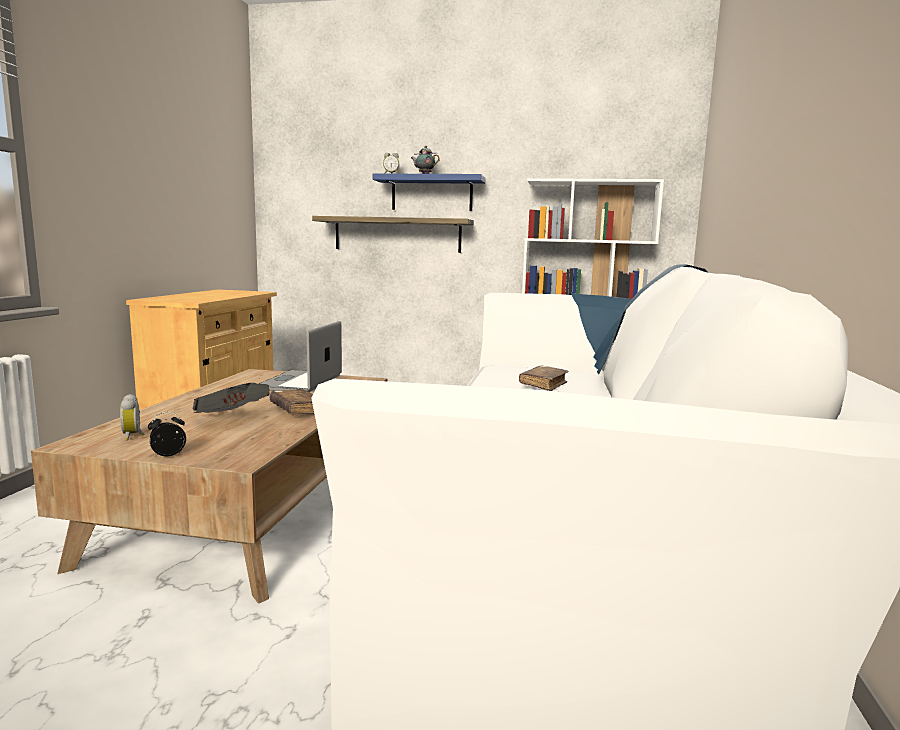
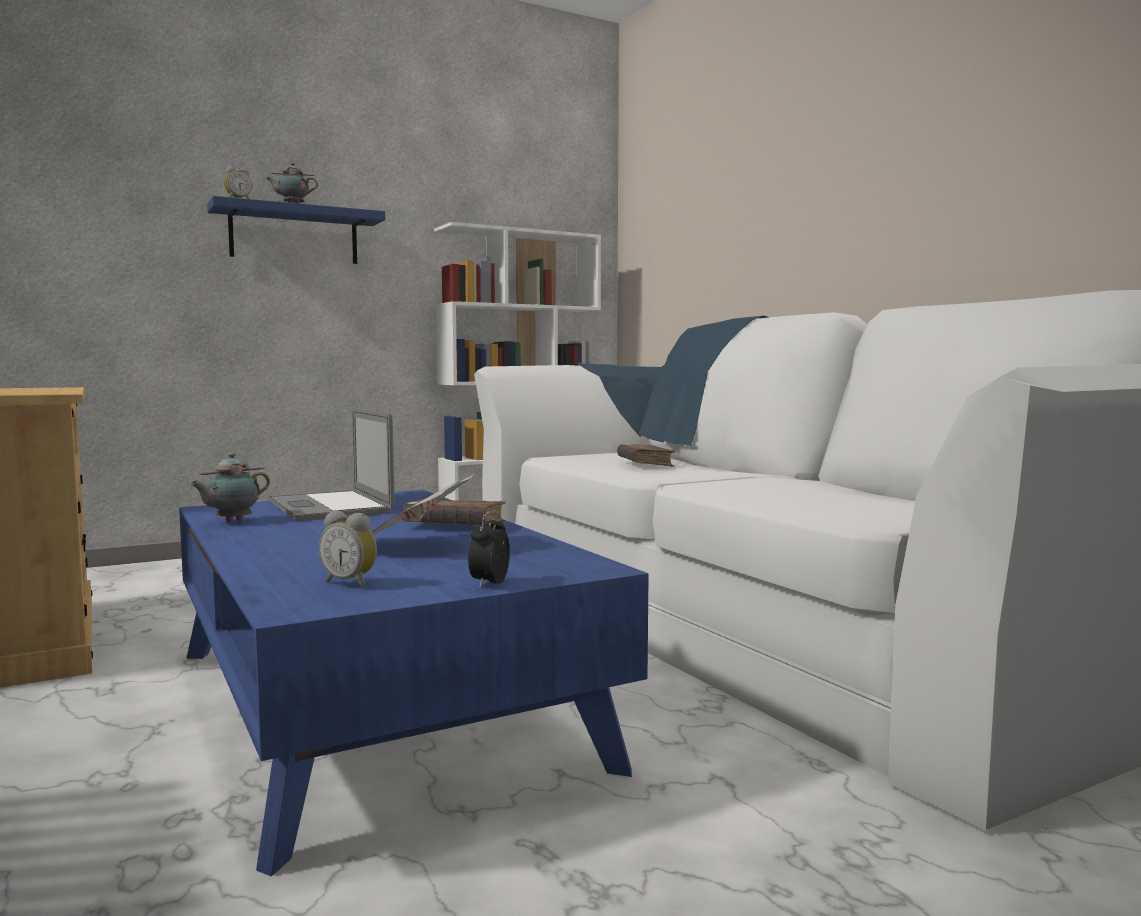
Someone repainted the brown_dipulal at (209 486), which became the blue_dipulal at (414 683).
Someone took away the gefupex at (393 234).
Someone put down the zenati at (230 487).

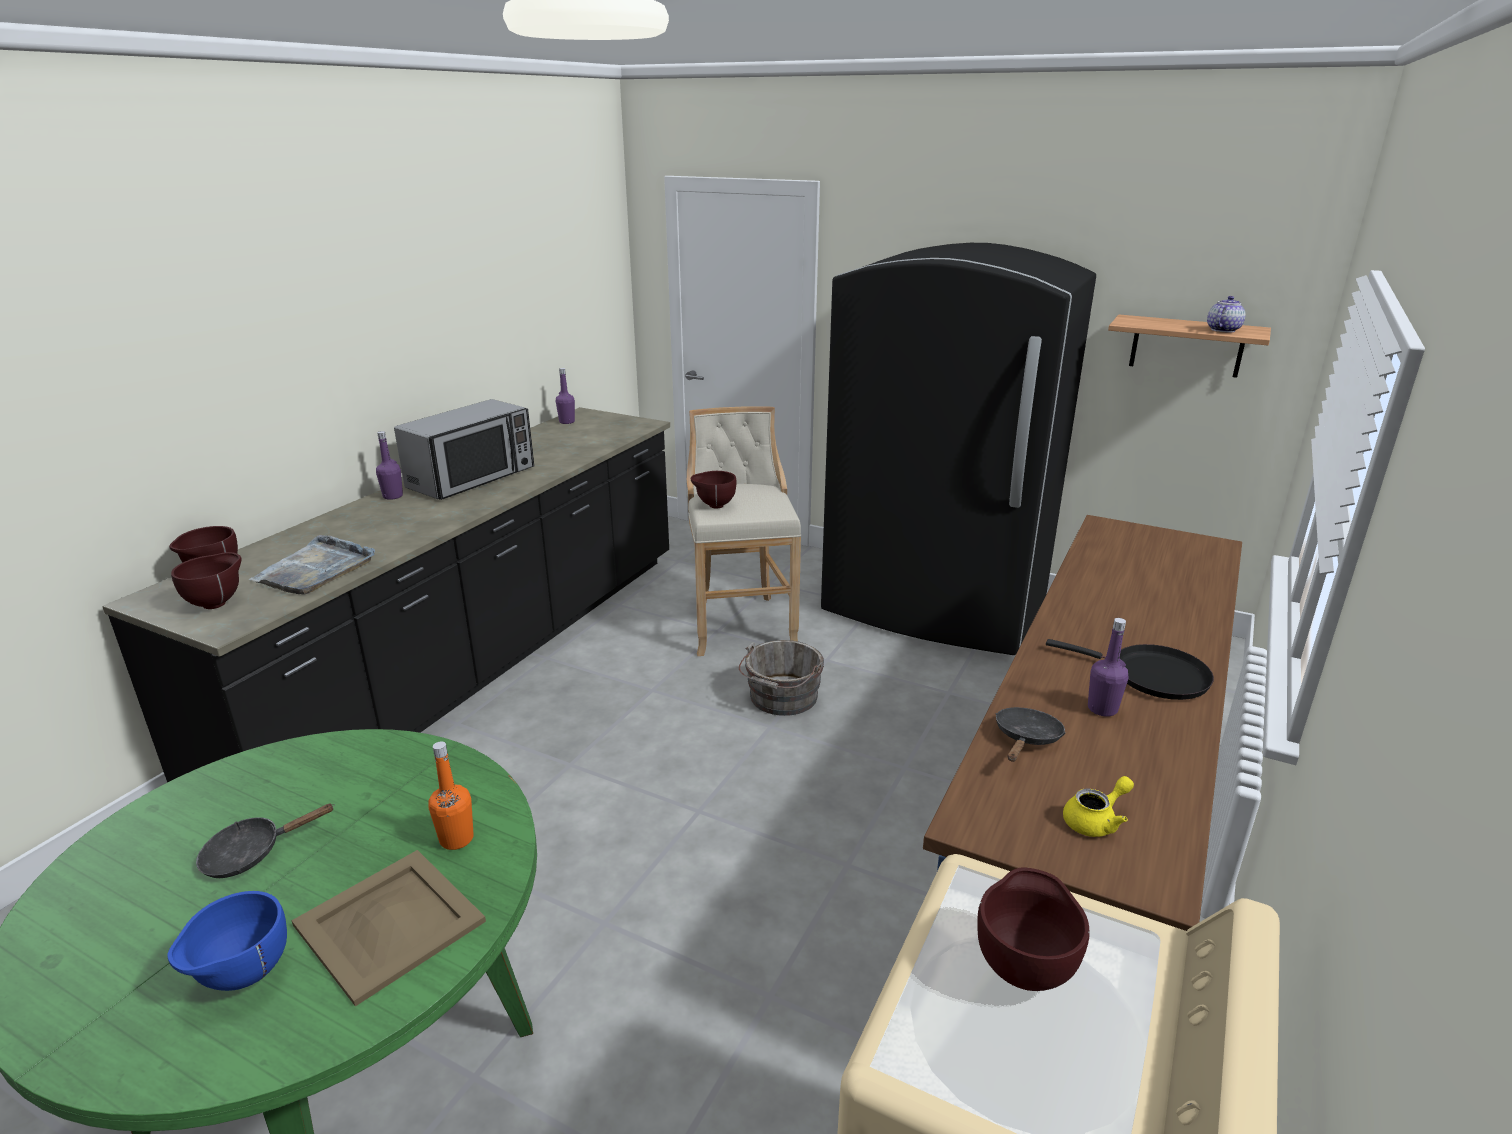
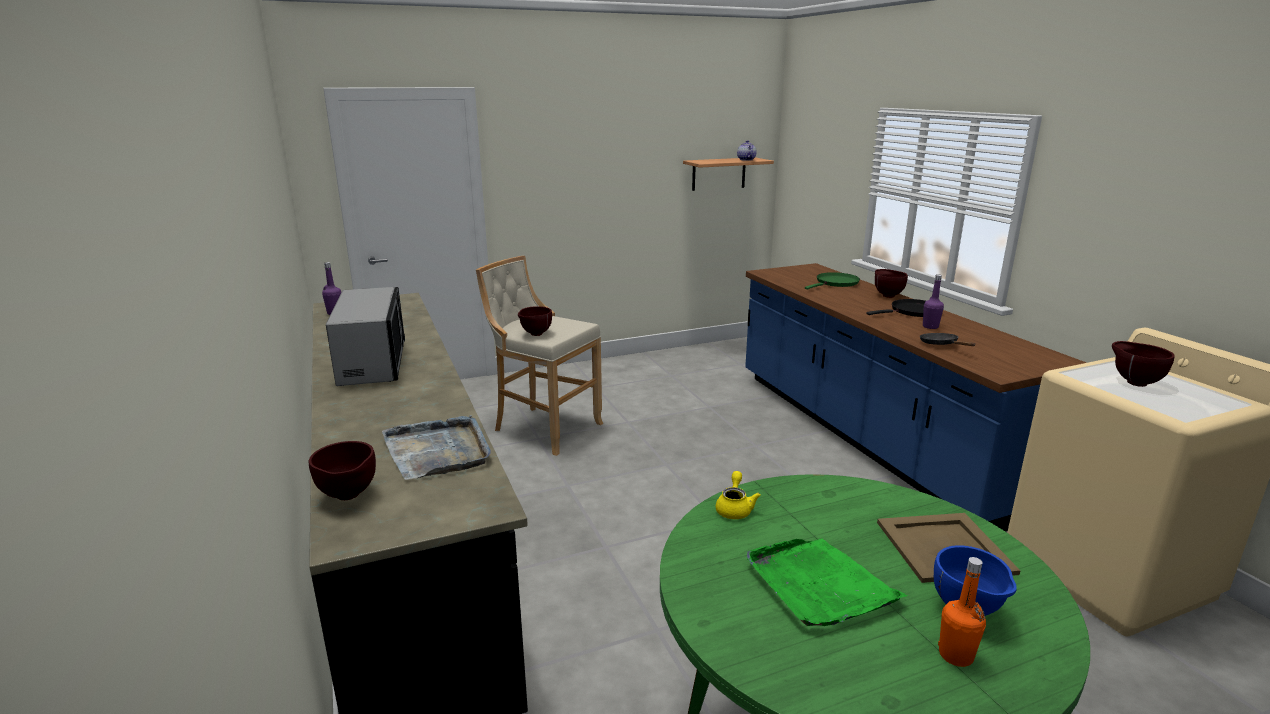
Someone carried the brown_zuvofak from (206 580) to (891 283).
Someone swapped the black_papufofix at (265 840) for the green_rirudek at (827 582).
Someone took away the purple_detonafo at (389 465).
Someone carried the orange_detonafo from (451 796) to (962 612).
Someone took away the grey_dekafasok at (781 678).
Someone took away the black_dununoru at (958 449).
Someone carried the yellow_zenati from (1098 806) to (738 495).
Someone put down the green_papufofix at (832 280).

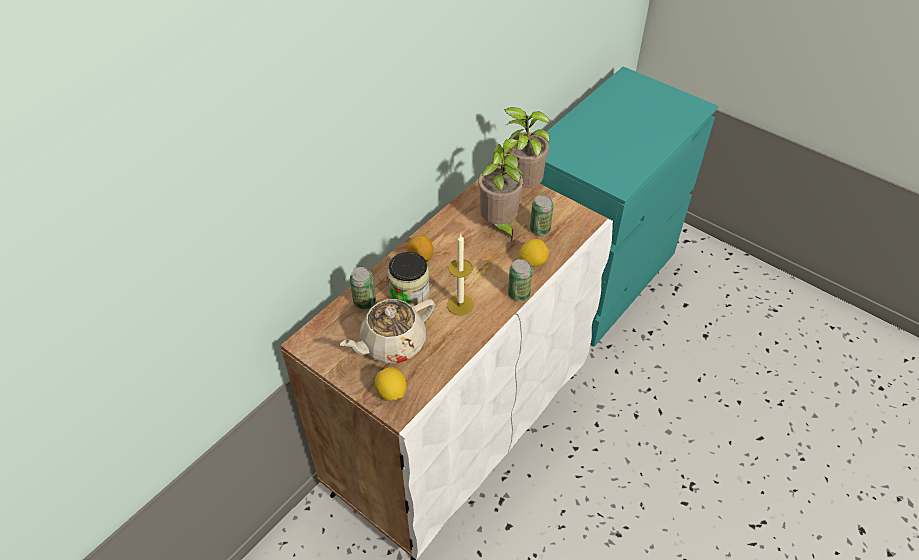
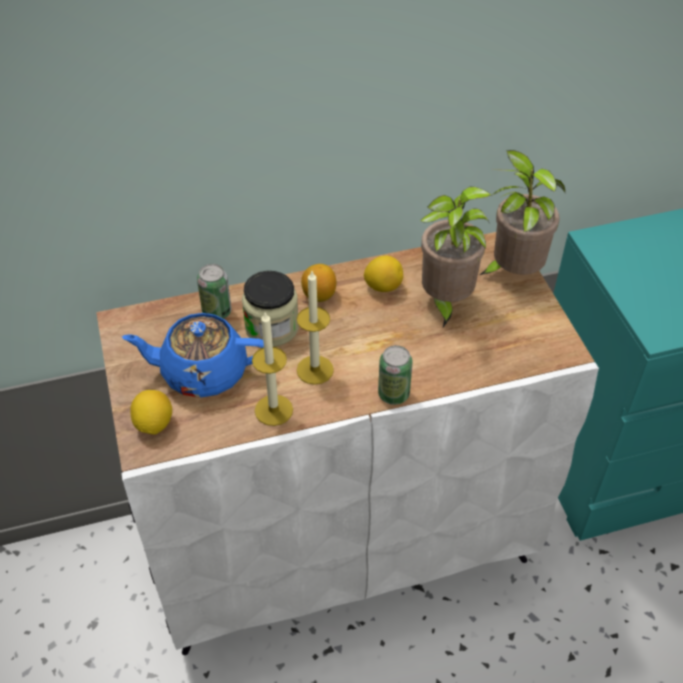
Someone repainted the beige_zenati at (387 331), which became the blue_zenati at (193 355).
Someone carried the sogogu from (534 253) to (383 274).
Someone took away the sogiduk at (541 215).
Someone put down the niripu at (272 368).

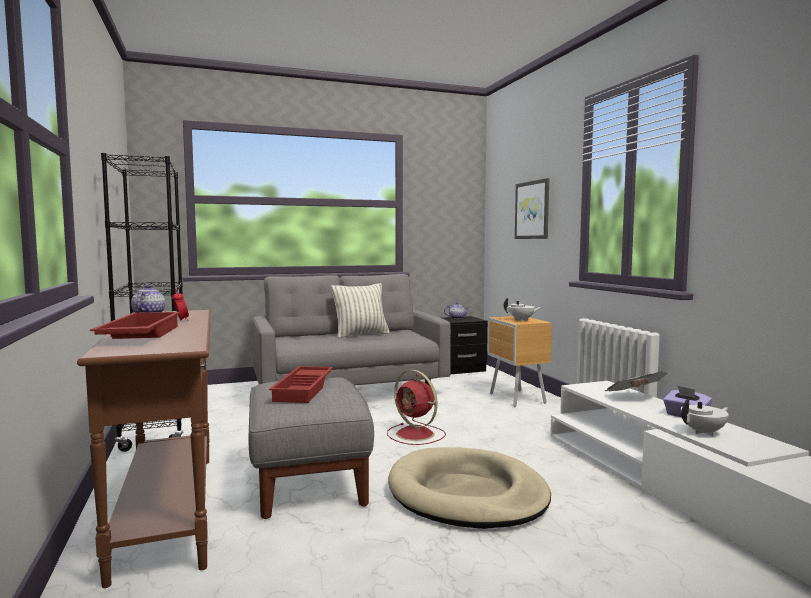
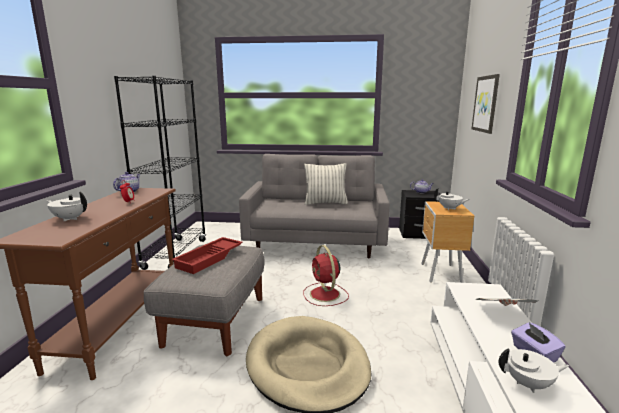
Someone swapped the red_rirudek at (135 325) for the white_zenati at (67 206).

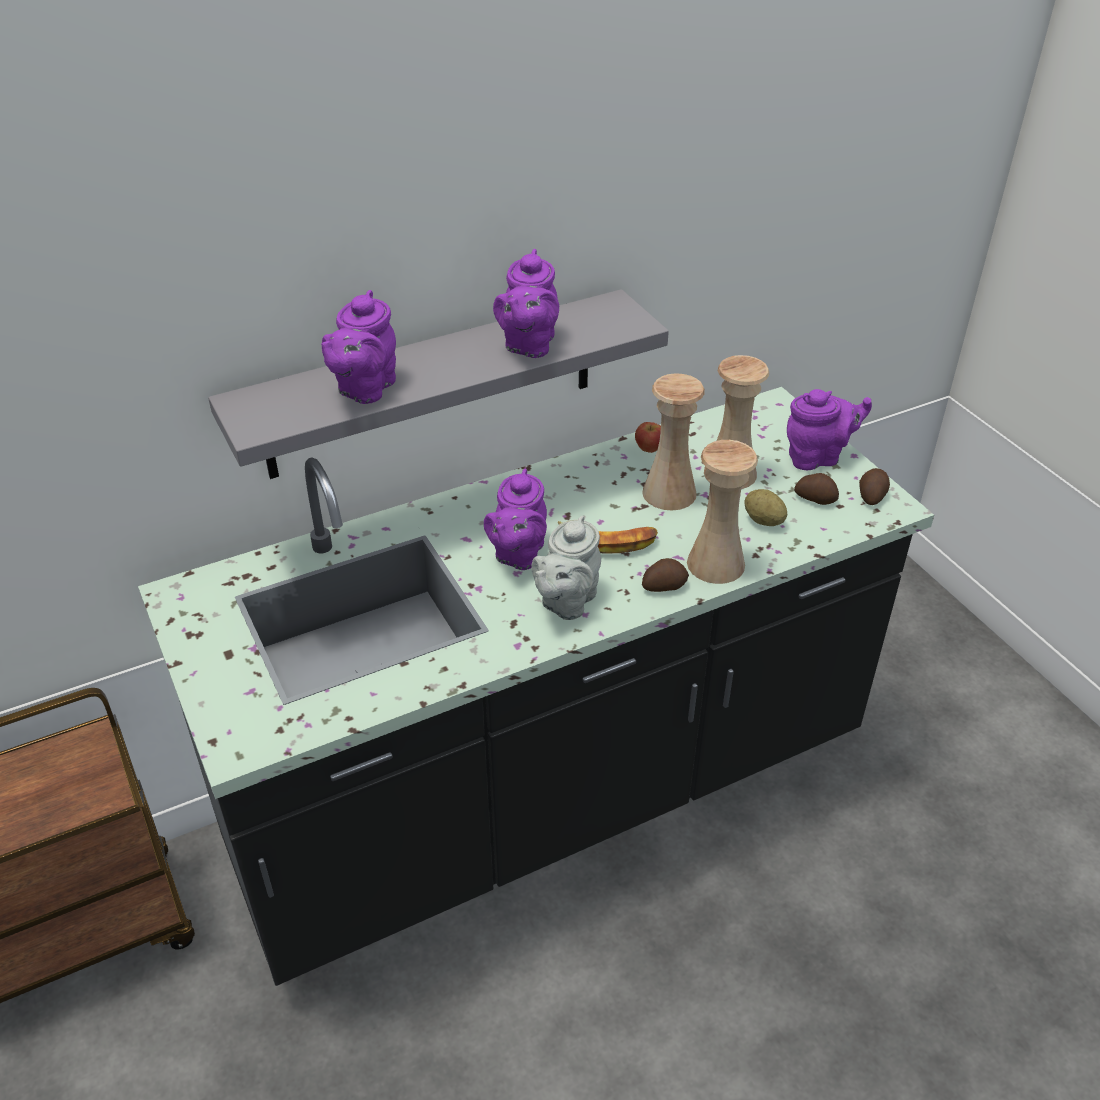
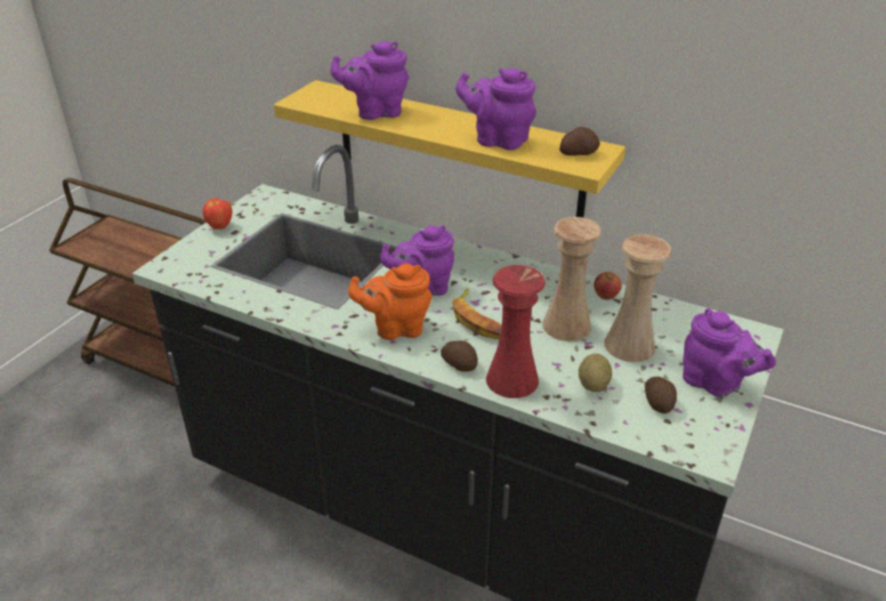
Someone repainted the grey_gefupex at (438 384), which became the yellow_gefupex at (449 149).
Someone rotated the purple_zenati at (526 303) by 45 degrees clockwise.
Someone repainted the grey_zenati at (566 568), which became the orange_zenati at (390 301).
Someone repainted the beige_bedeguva at (722 512), which became the red_bedeguva at (515 331).
Someone carried the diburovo from (874 486) to (579 141).
Someone put down the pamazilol at (217 213).

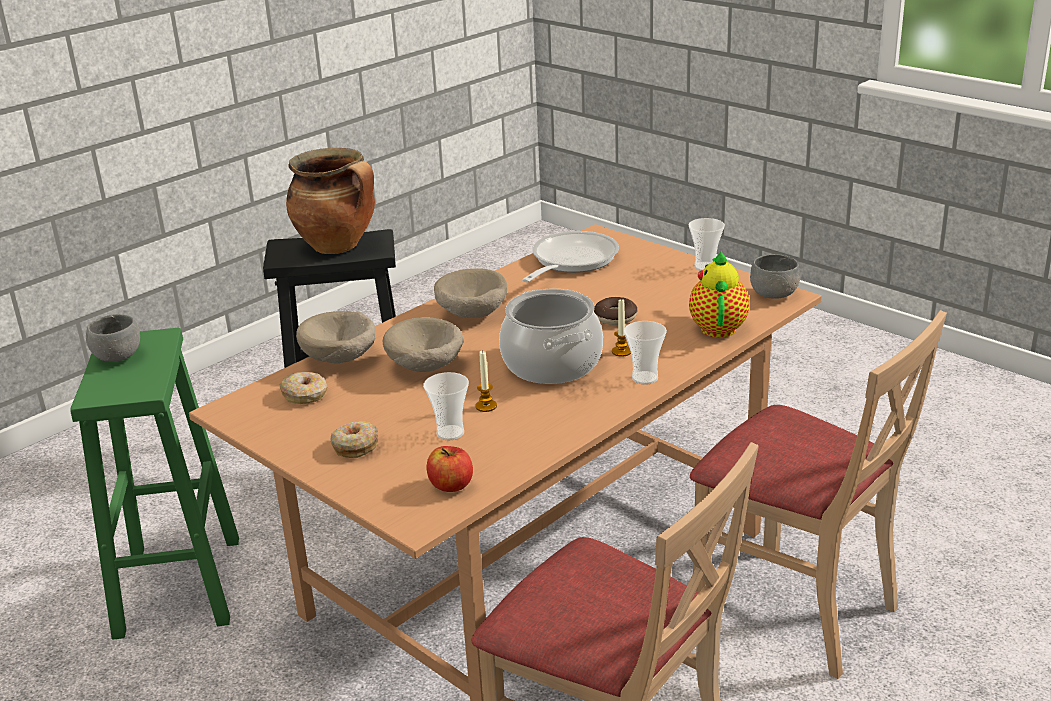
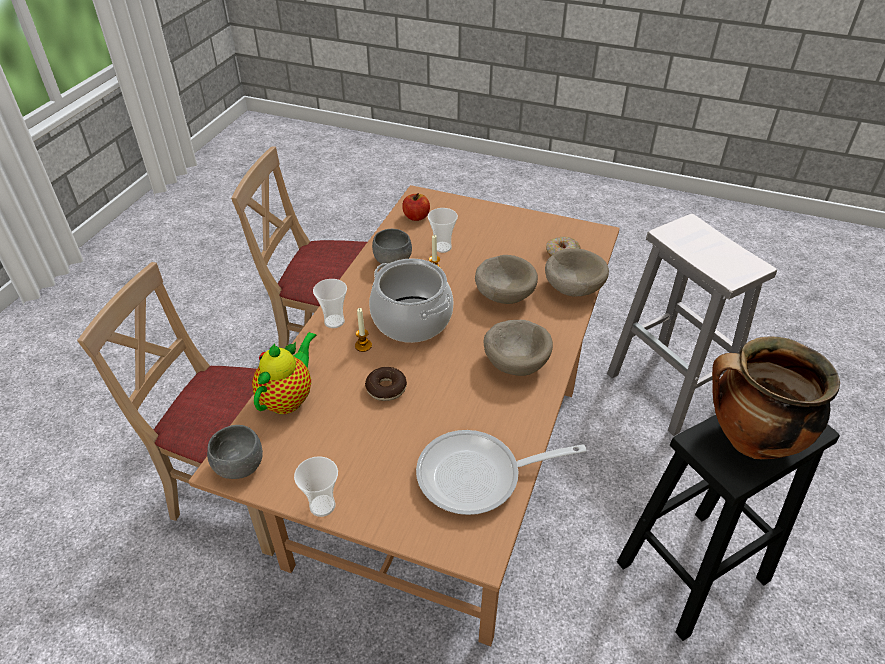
Someone repainted the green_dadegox at (155 484), which became the white_dadegox at (692 325).
Someone carried the grey_zuvofak from (113 338) to (392 246).
Someone took away the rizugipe at (354 439).
Someone rotated the papufofix at (570 256) by 75 degrees clockwise.
Someone rotated the zenati at (719 294) by 135 degrees counterclockwise.

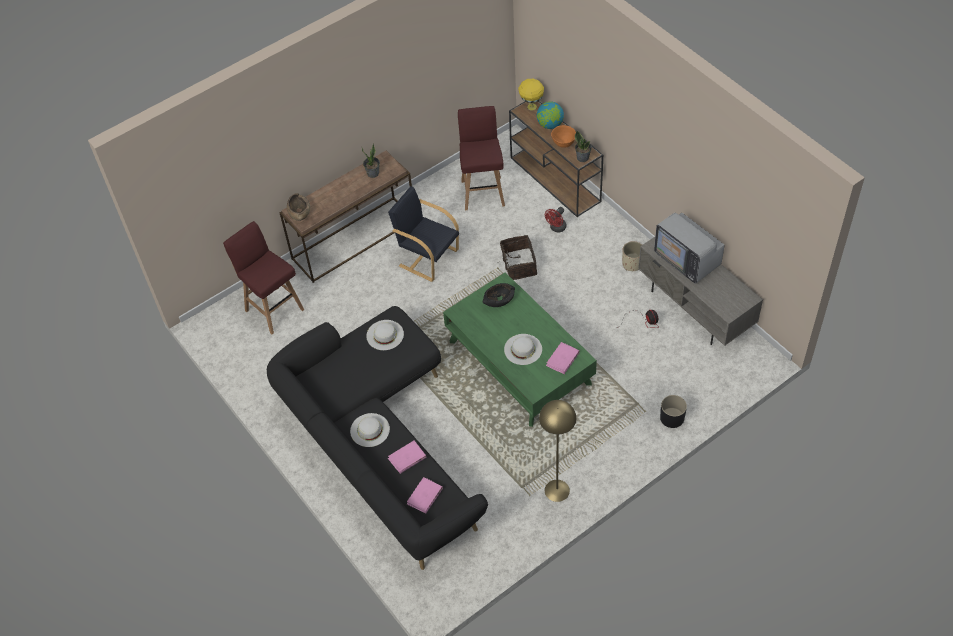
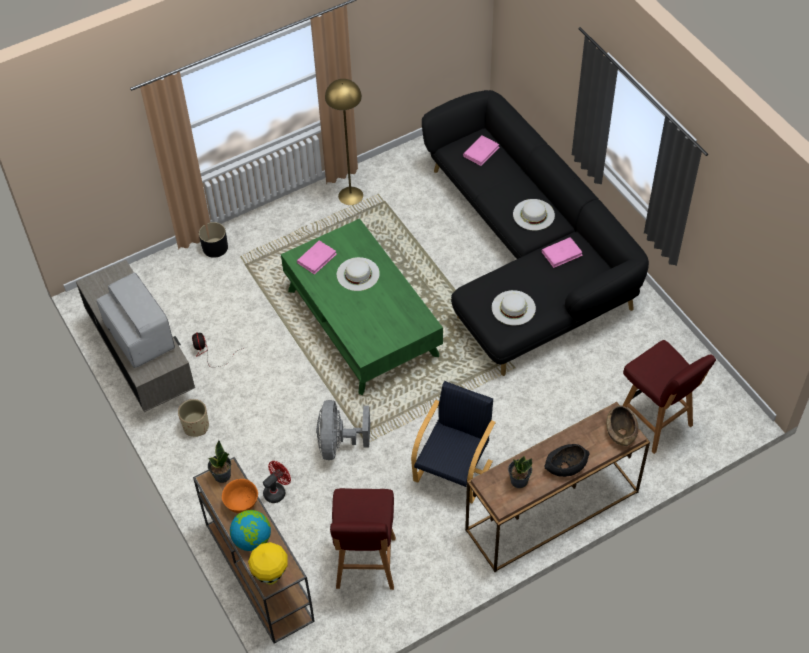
Someone rotated the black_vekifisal at (423 234) by 105 degrees counterclockwise.
Someone carried the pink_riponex from (407 457) to (562 252).
Someone carried the black_zuvofak from (499 295) to (567 460).
Someone swapped the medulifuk at (518 257) for the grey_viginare at (343 430).

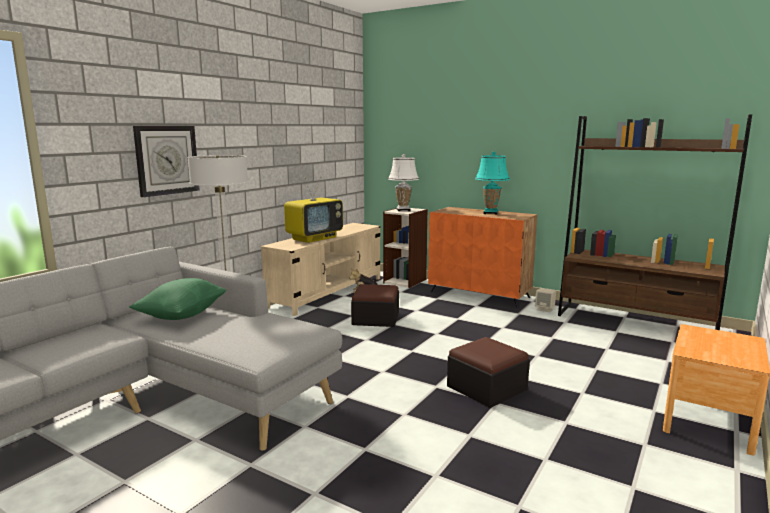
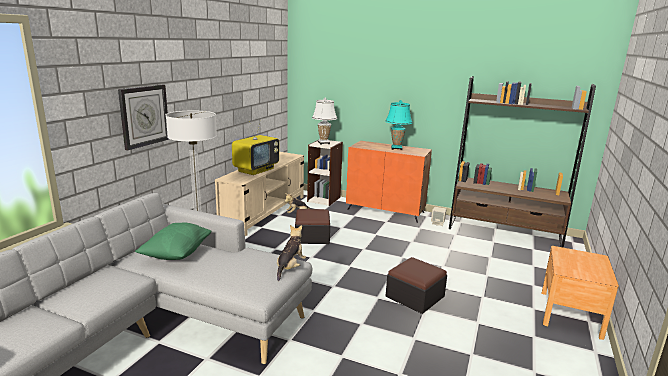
Someone put down the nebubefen at (291 253).

